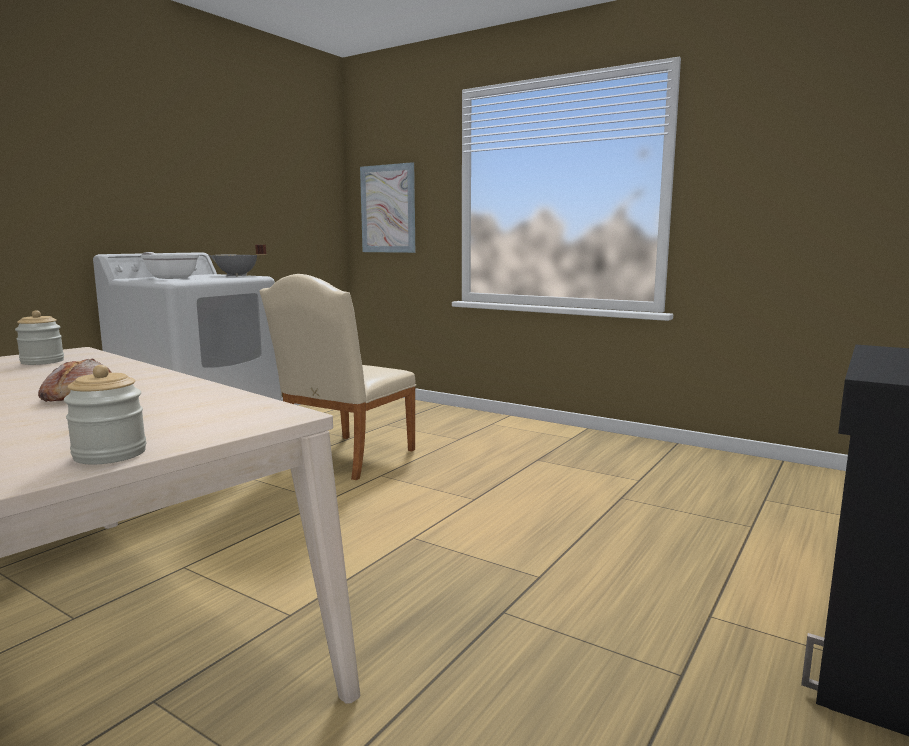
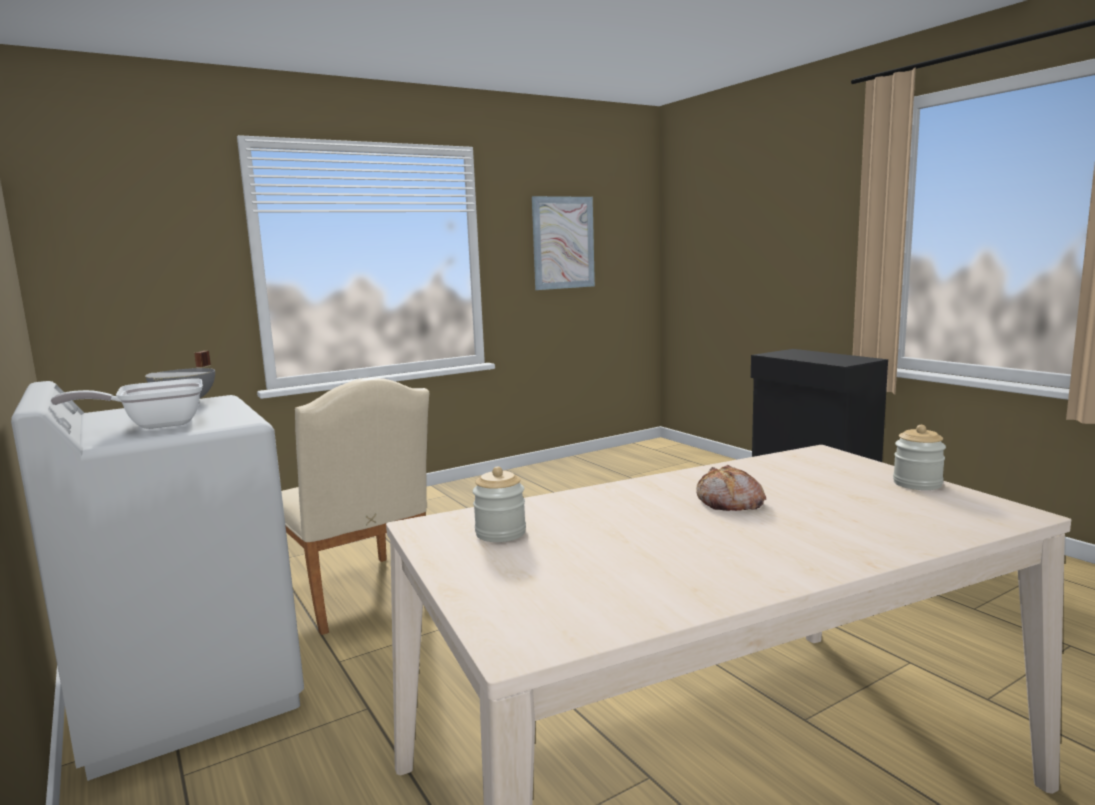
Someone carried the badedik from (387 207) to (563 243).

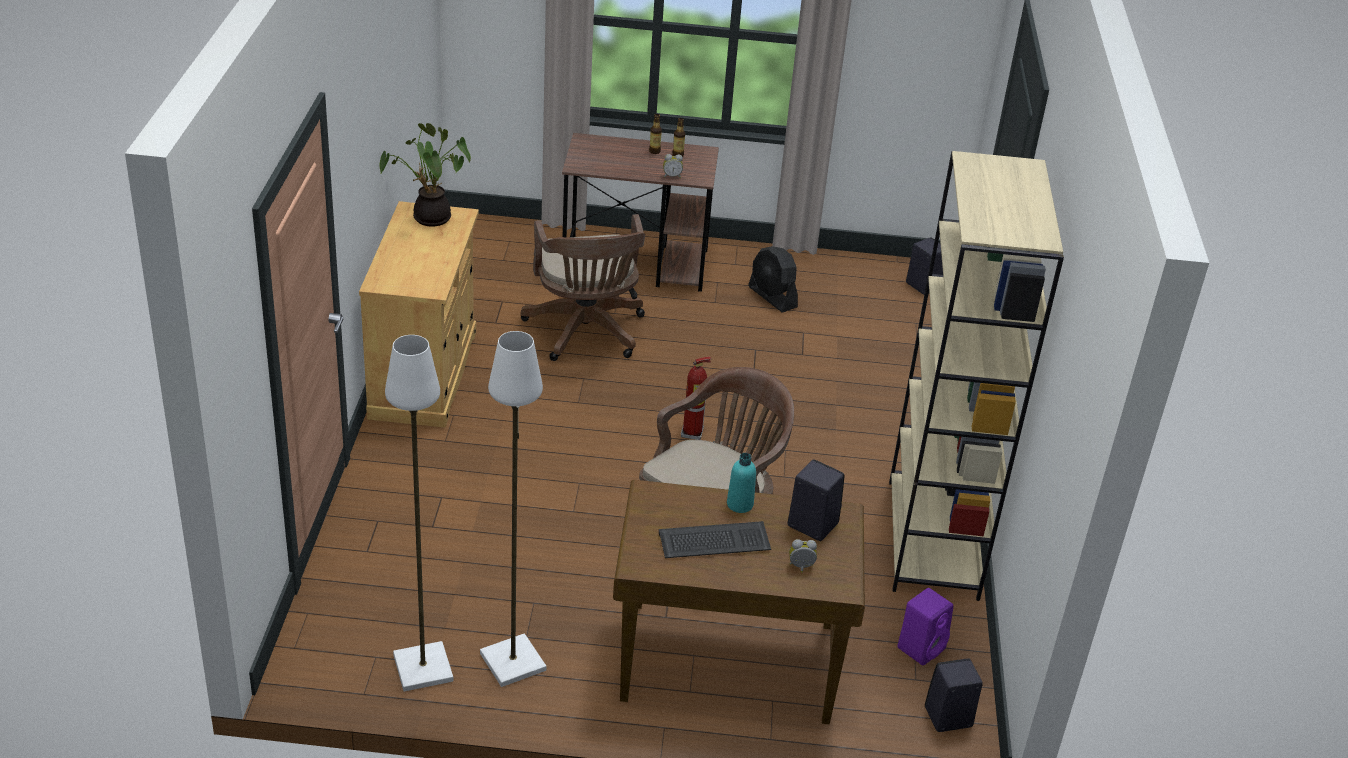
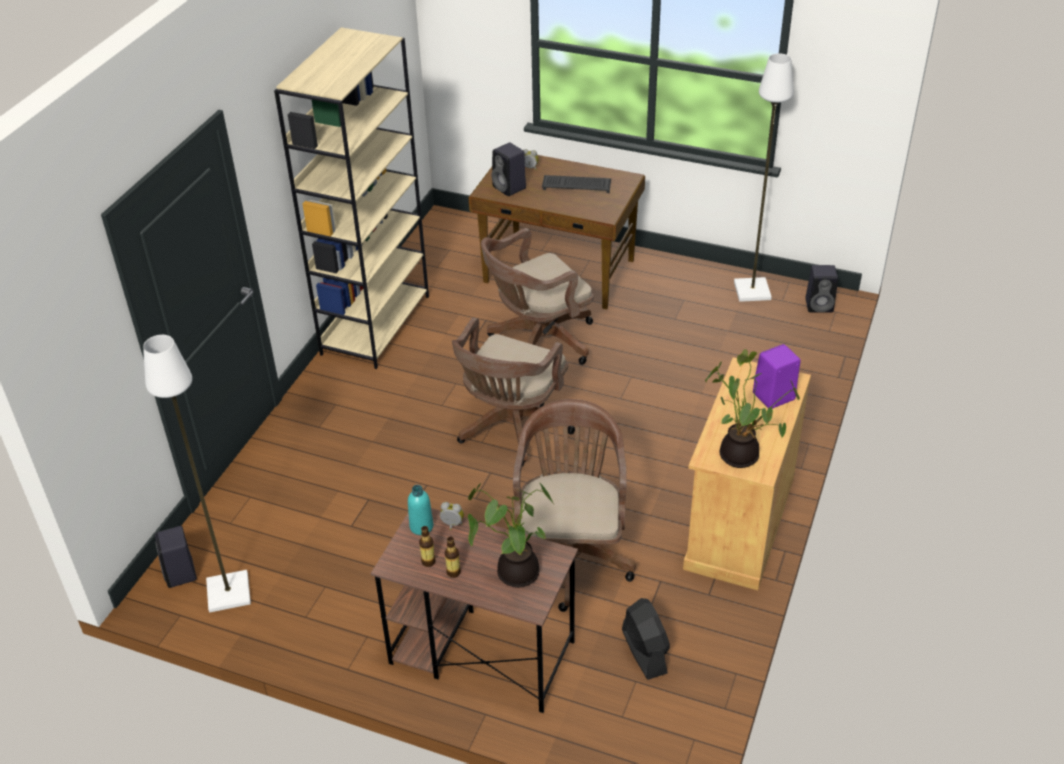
Someone carried the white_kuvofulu from (513 509) to (197 473).
Someone swapped the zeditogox at (696 398) for the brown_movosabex at (513 391).
Someone carried the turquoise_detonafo from (741 483) to (420 510).
Someone carried the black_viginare from (773 279) to (646 639).
Someone carried the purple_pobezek from (925 626) to (777 376).
Someone carried the black_pobezek from (954 695) to (821 289).
Someone put down the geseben at (510 535).

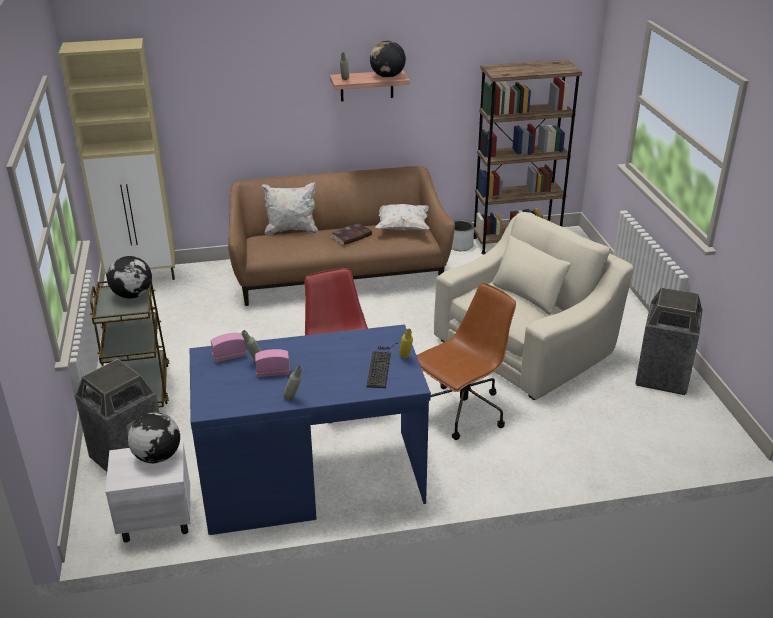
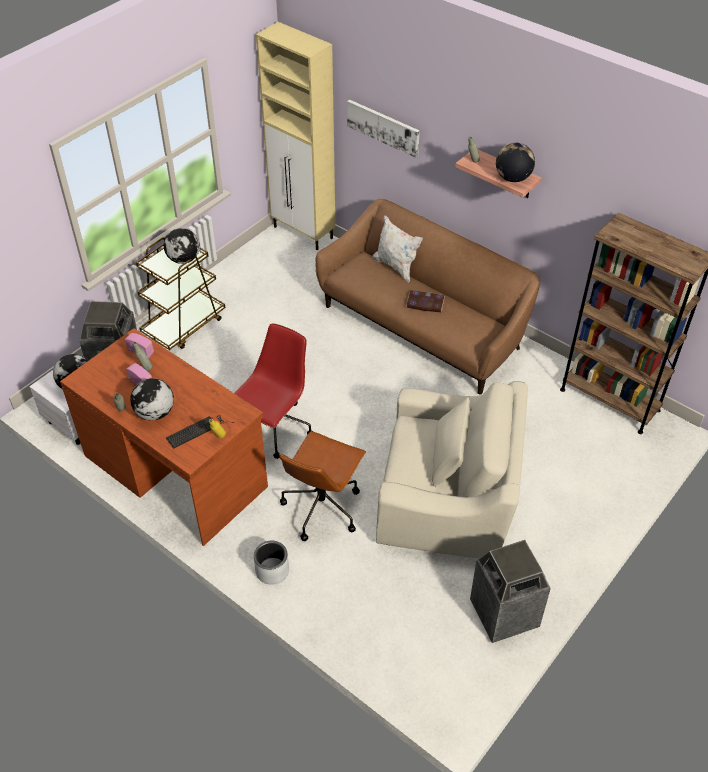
Someone repainted the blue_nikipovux at (310 429), which became the brown_nikipovux at (164 437).
Someone took away the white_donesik at (402 217).
Someone rotated the brown_movosabex at (466 361) by 105 degrees clockwise.
Someone carried the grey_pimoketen from (463 235) to (271 562).
Someone put down the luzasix at (152 399).
Someone put up the badedik at (383 129).

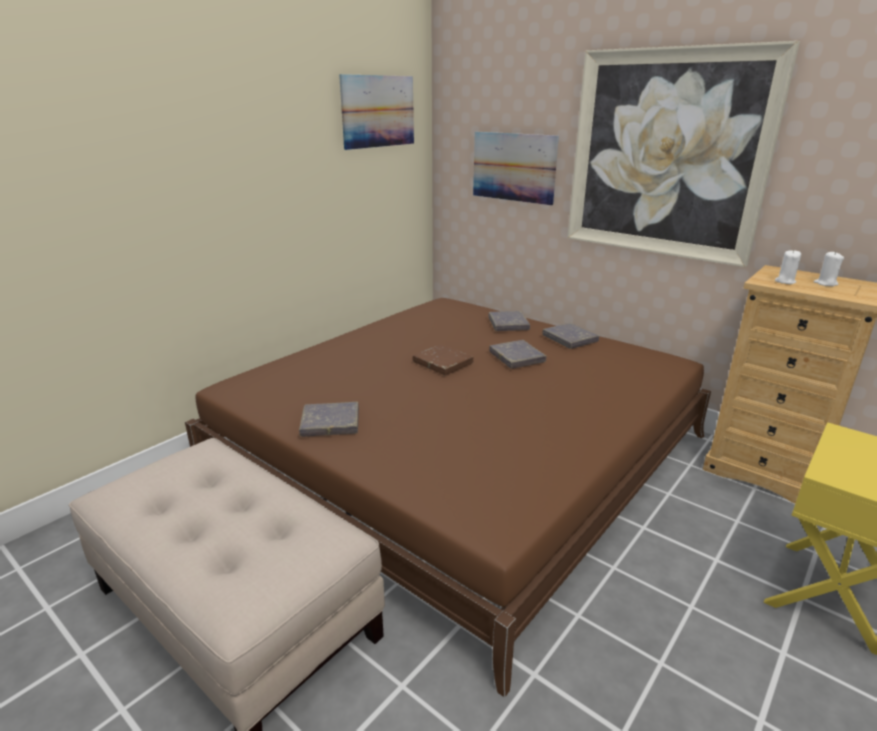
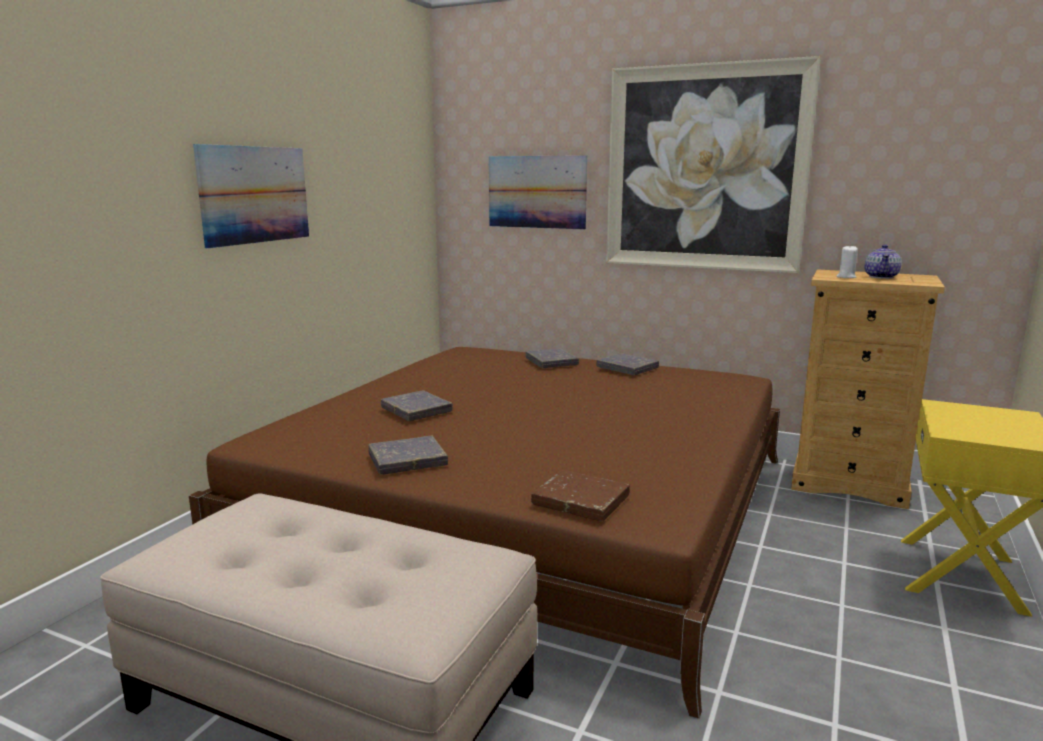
Someone carried the badedik from (376 112) to (251 196).
Someone carried the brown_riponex from (443 360) to (580 496).
Someone carried the grey_riponex from (517 354) to (417 405).
Someone swapped the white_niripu at (828 268) for the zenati at (883 261).

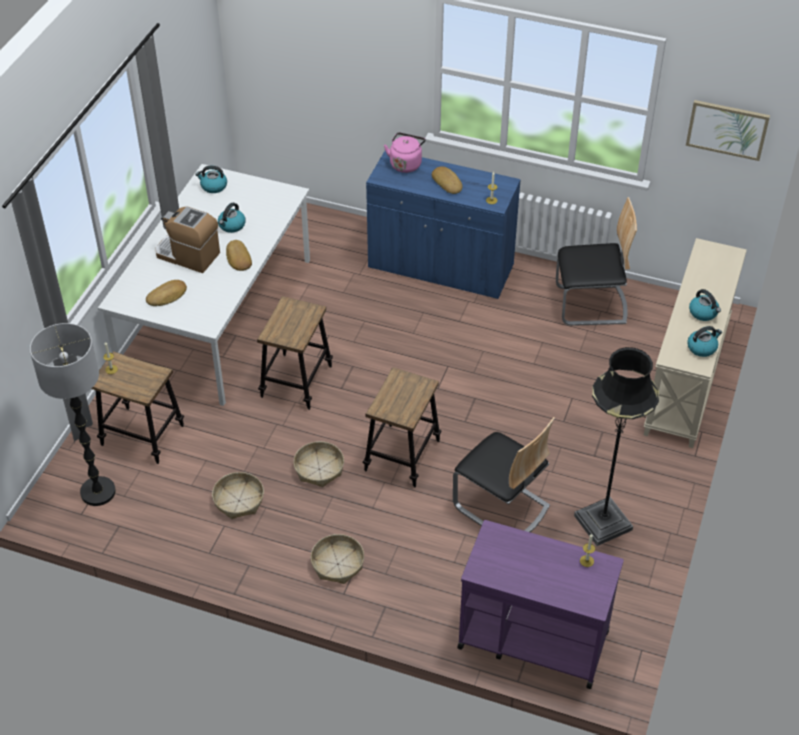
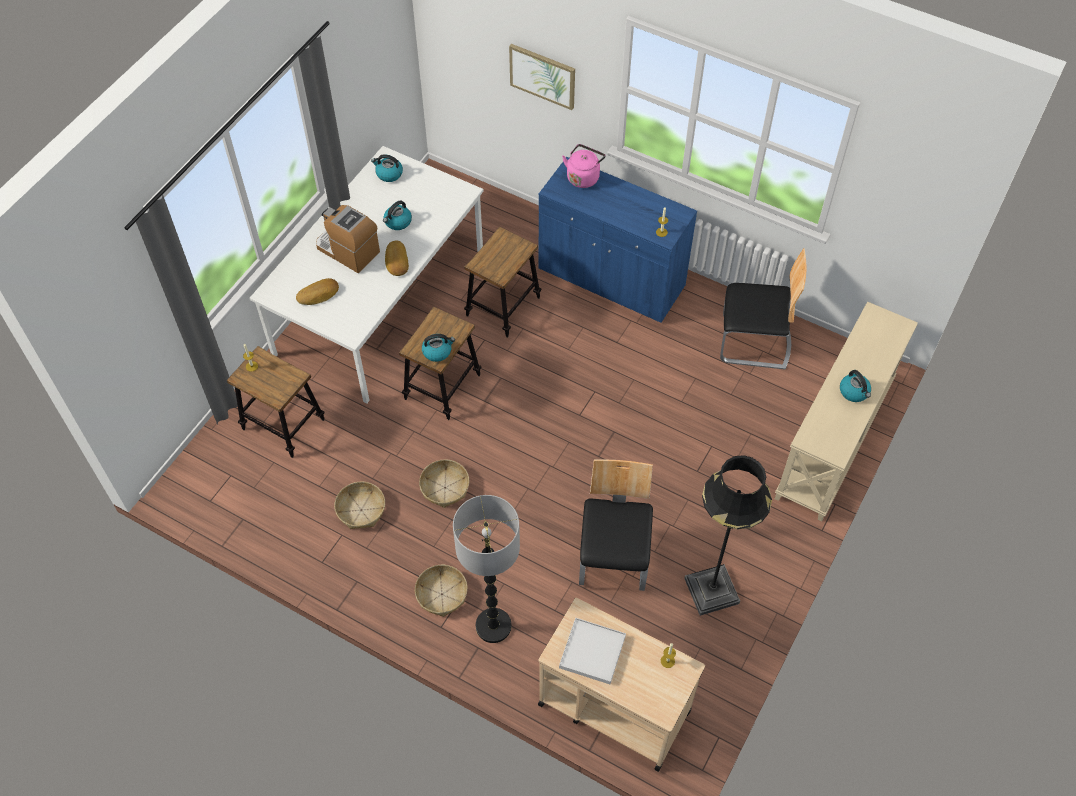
Someone carried the kuvofulu from (73 414) to (486 569).
Someone carried the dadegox from (402 427) to (503 282).
Someone took away the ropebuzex at (447 180).
Someone rotated the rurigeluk at (503 474) by 135 degrees counterclockwise.
Someone repainted the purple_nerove at (540 604), which became the beige_nerove at (621 685).
Someone carried the badedik from (728 130) to (542 77).
Someone carried the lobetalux from (704 341) to (438 348).
Someone put down the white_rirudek at (592 651).

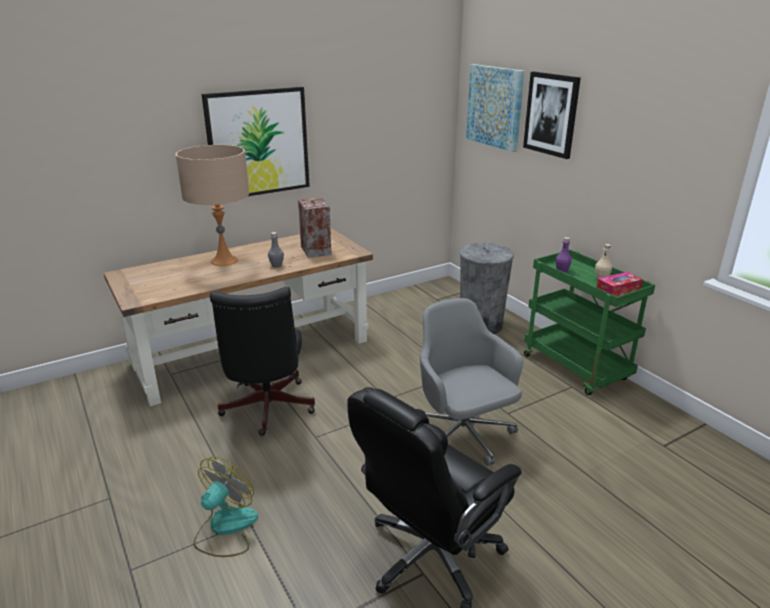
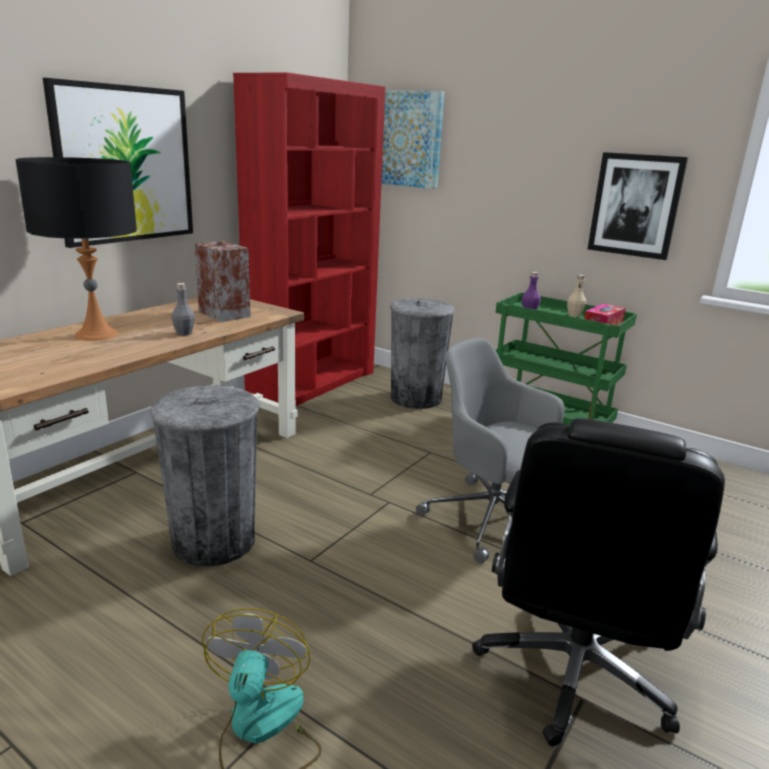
Someone repainted the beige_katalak at (212 205), which became the black_katalak at (76 249).
Someone swapped the black_movosabex at (262 361) for the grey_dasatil at (204 475).
Someone carried the badedik from (552 115) to (638 206).
Someone put down the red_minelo at (309 239).

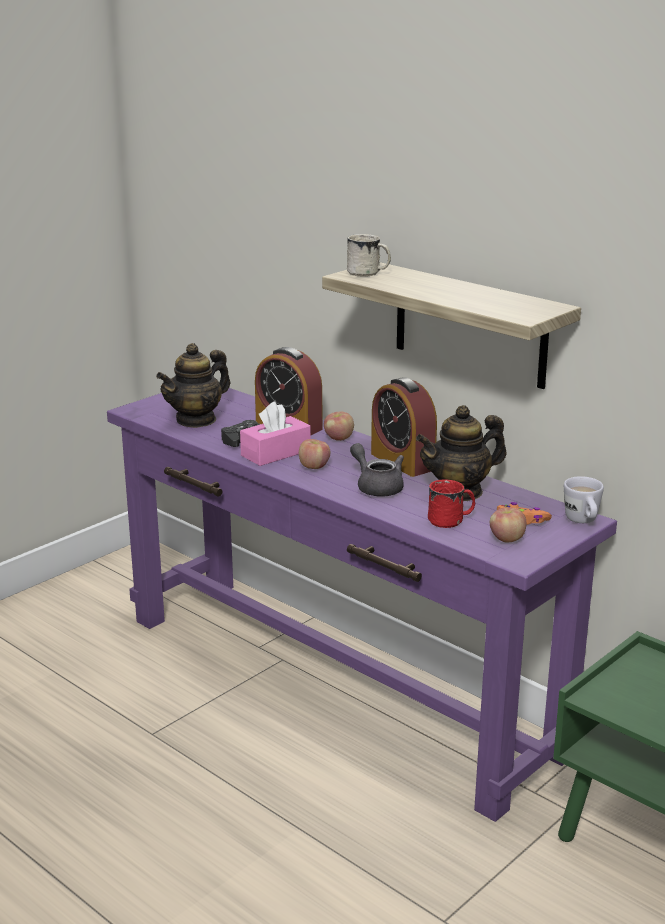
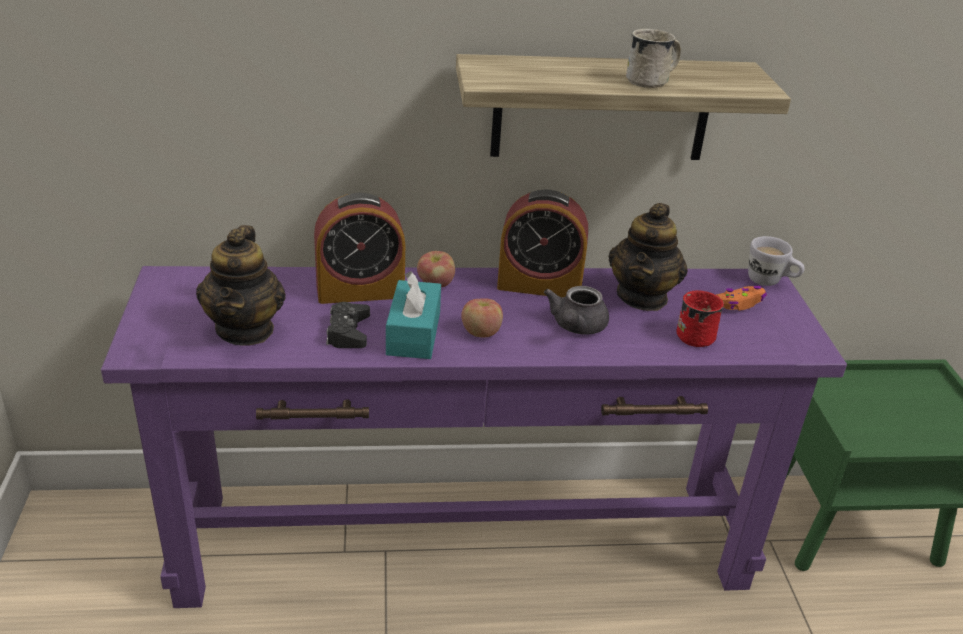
Someone repainted the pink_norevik at (275 434), which became the turquoise_norevik at (413 315).
Someone carried the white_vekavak from (369 255) to (653 58).
Someone rotated the grey_zenati at (377 470) by 75 degrees counterclockwise.
Someone took away the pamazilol at (508 525).

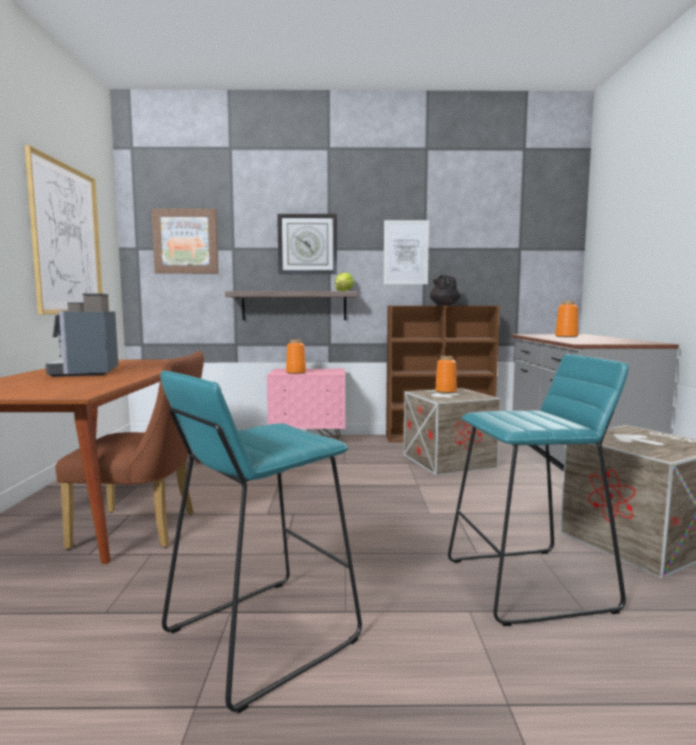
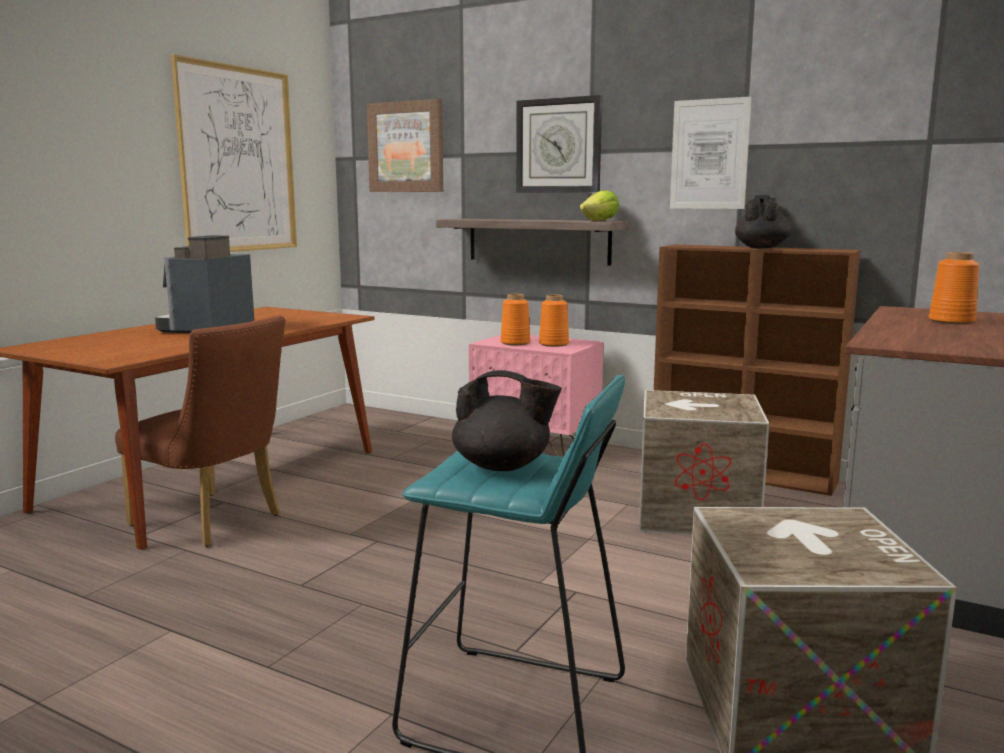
Someone took away the turquoise_dadegox at (261 542).
Someone carried the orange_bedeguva from (446 374) to (554 320).
Someone put down the black_zenati at (507 420).

